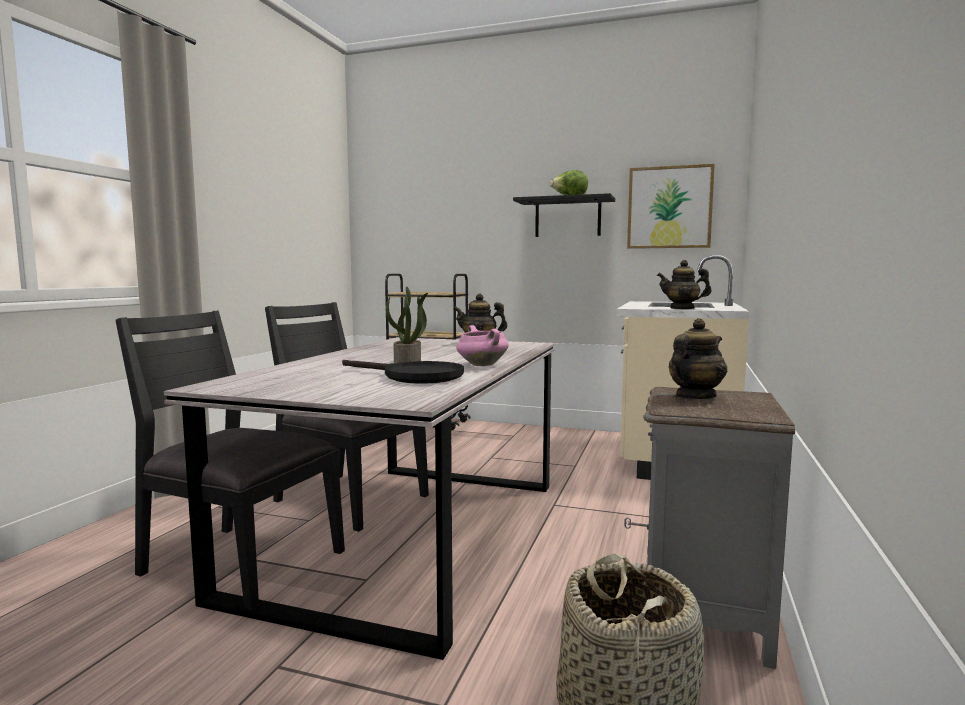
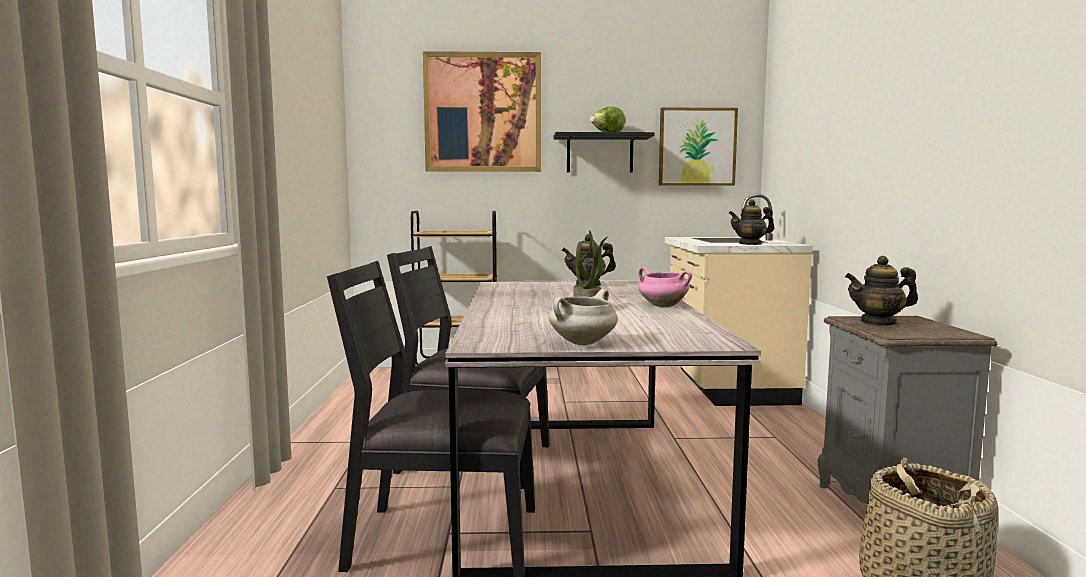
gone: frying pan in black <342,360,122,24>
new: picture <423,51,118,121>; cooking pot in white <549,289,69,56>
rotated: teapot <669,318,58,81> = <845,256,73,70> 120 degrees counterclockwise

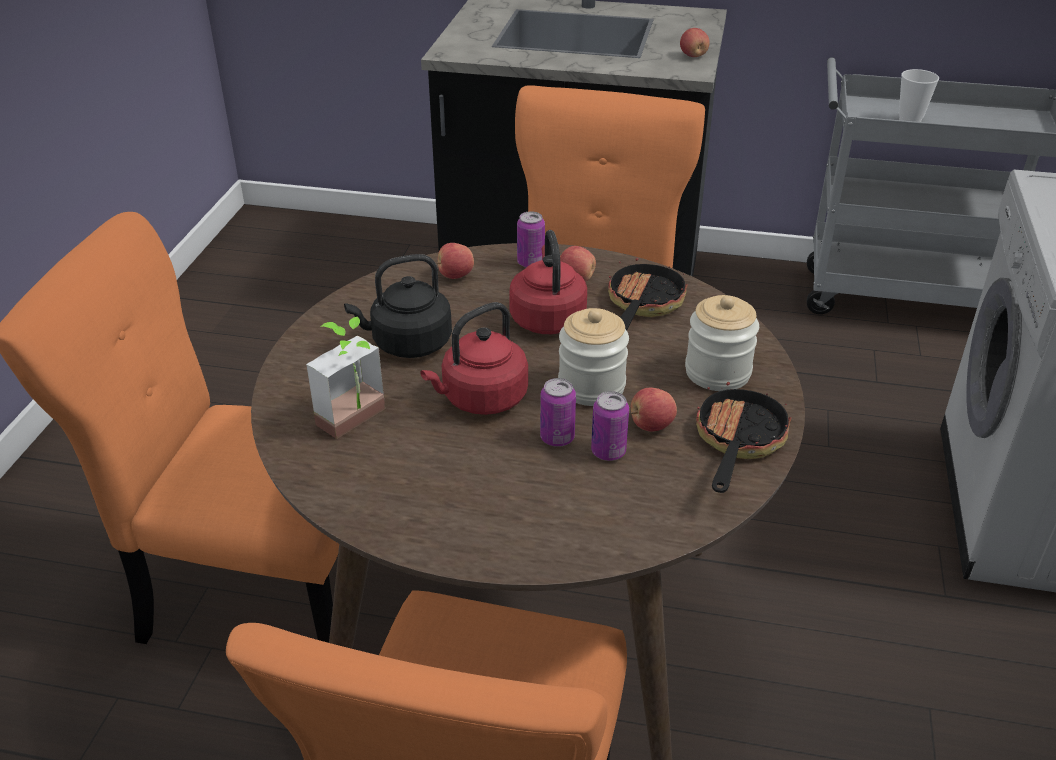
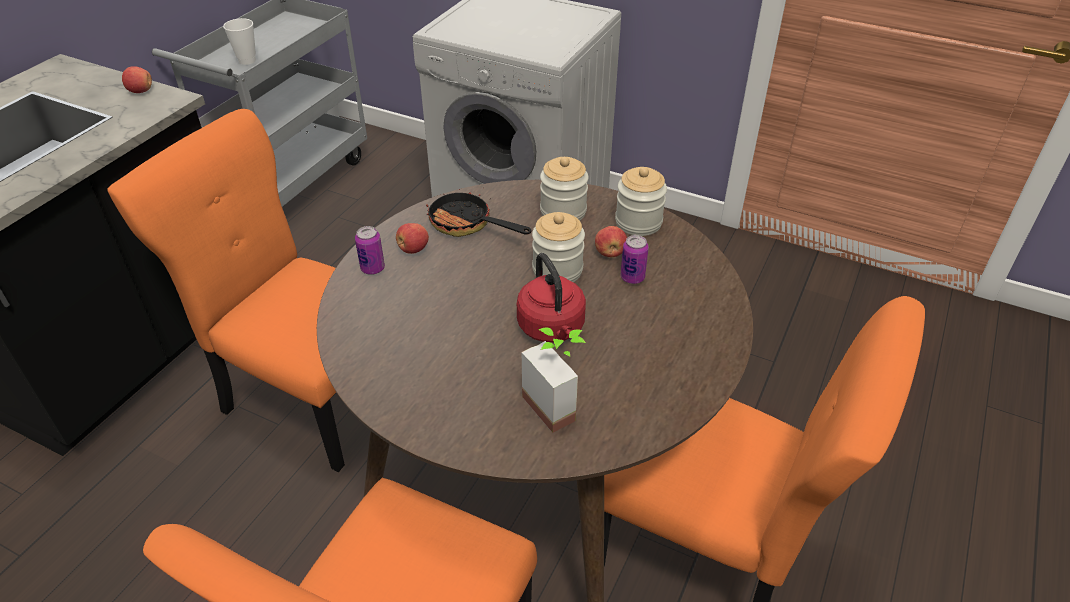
gone: kettle in black <344,254,108,104>; apple <436,243,38,36>; kettle in red <509,230,78,104>; can <540,378,36,69>
swapped: frying pan <696,382,96,111> to jar <615,167,52,69>

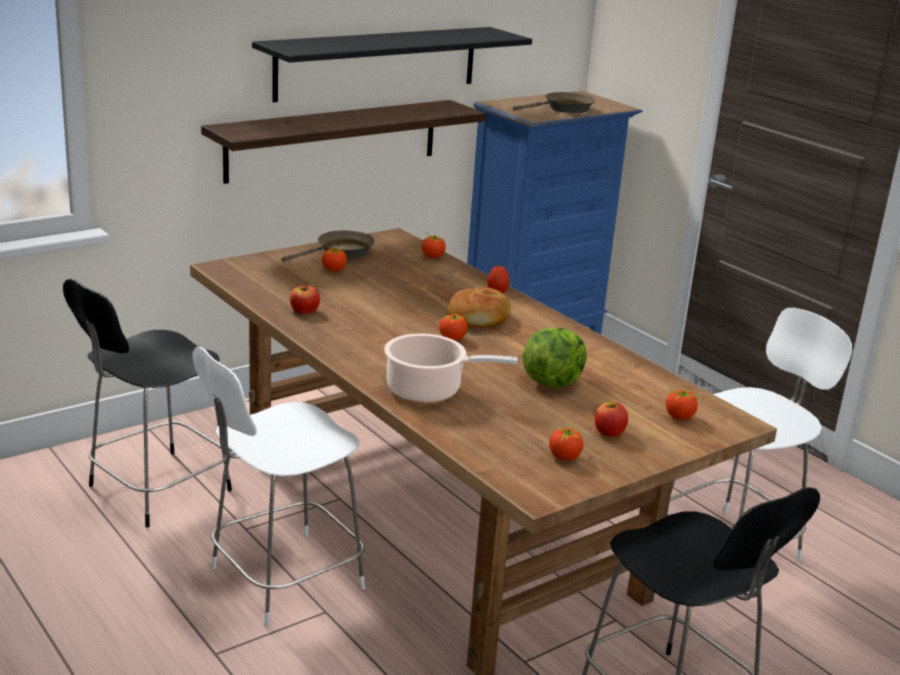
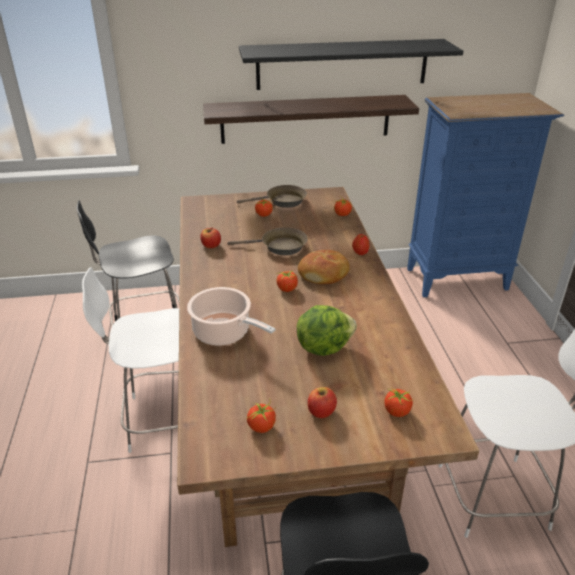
shifted: frying pan in brown <513,92,83,21> to <227,227,81,28>

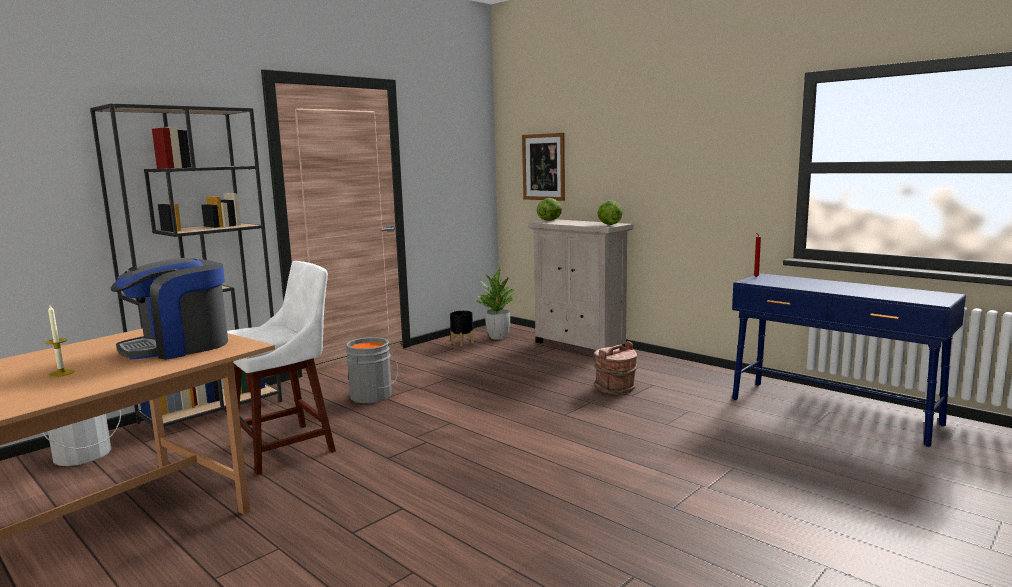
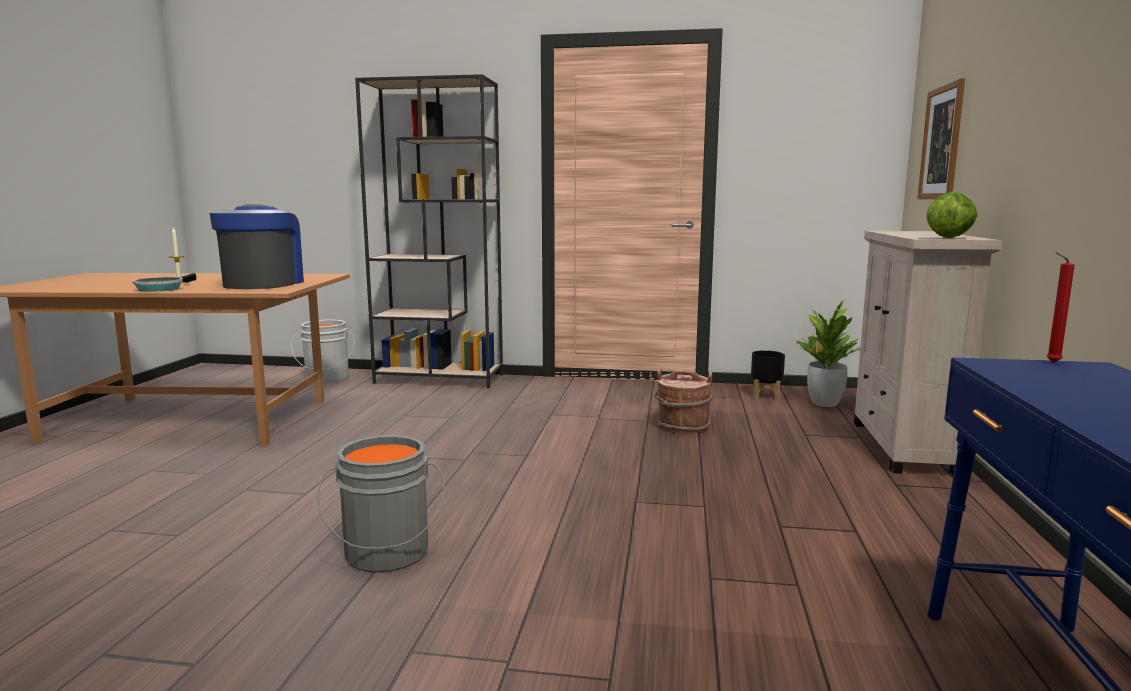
gone: chair in white <227,261,109,214>; lettuce <537,198,25,23>
new: frying pan <132,273,64,19>
shifted: bucket in grey <346,337,52,66> to <317,435,128,138>; bucket in brown <594,341,44,54> to <655,368,58,65>
rotated: coffee machine <110,258,118,102> = <209,204,95,85> 75 degrees clockwise

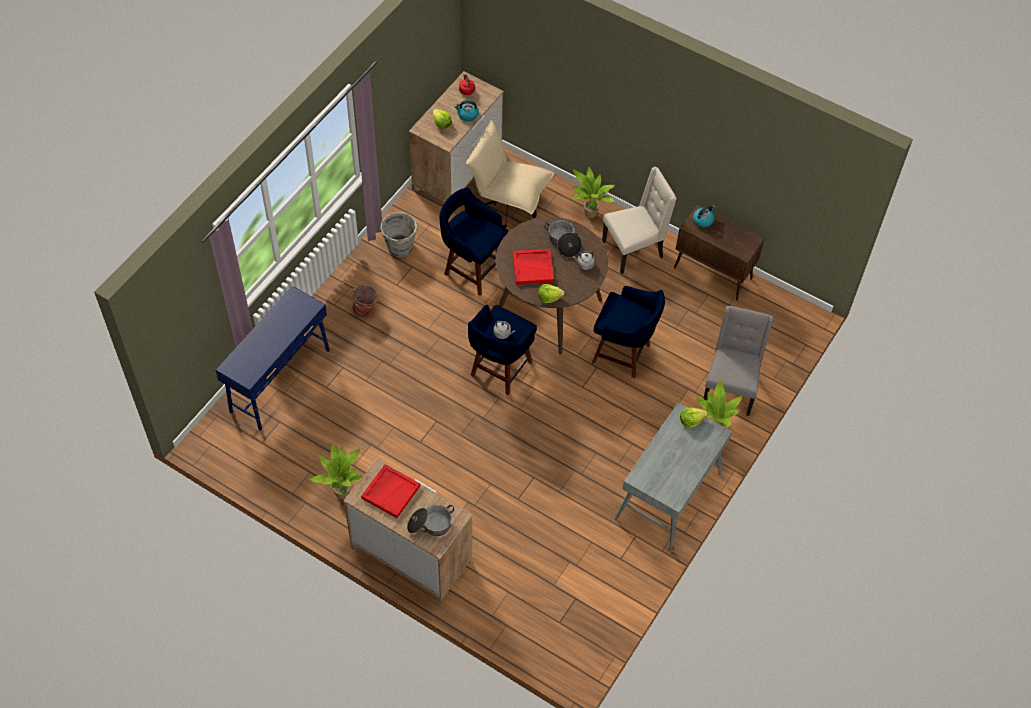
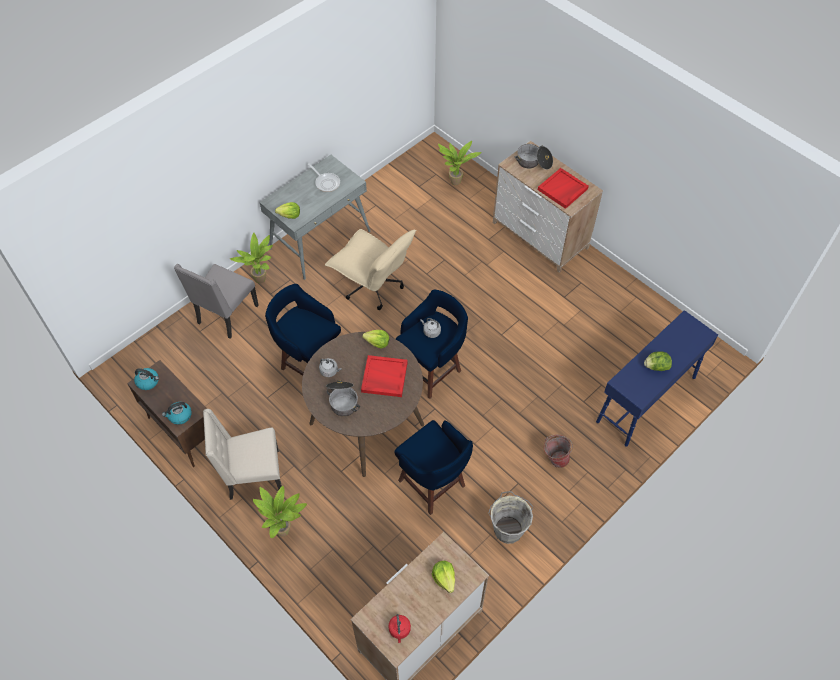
new: frying pan <308,163,32,29>; lettuce <644,351,28,20>
shifted: potted plant <309,445,53,54> to <438,141,44,44>; kettle <454,100,25,21> to <134,368,25,22>; office chair in beige <465,120,89,108> to <325,229,92,81>

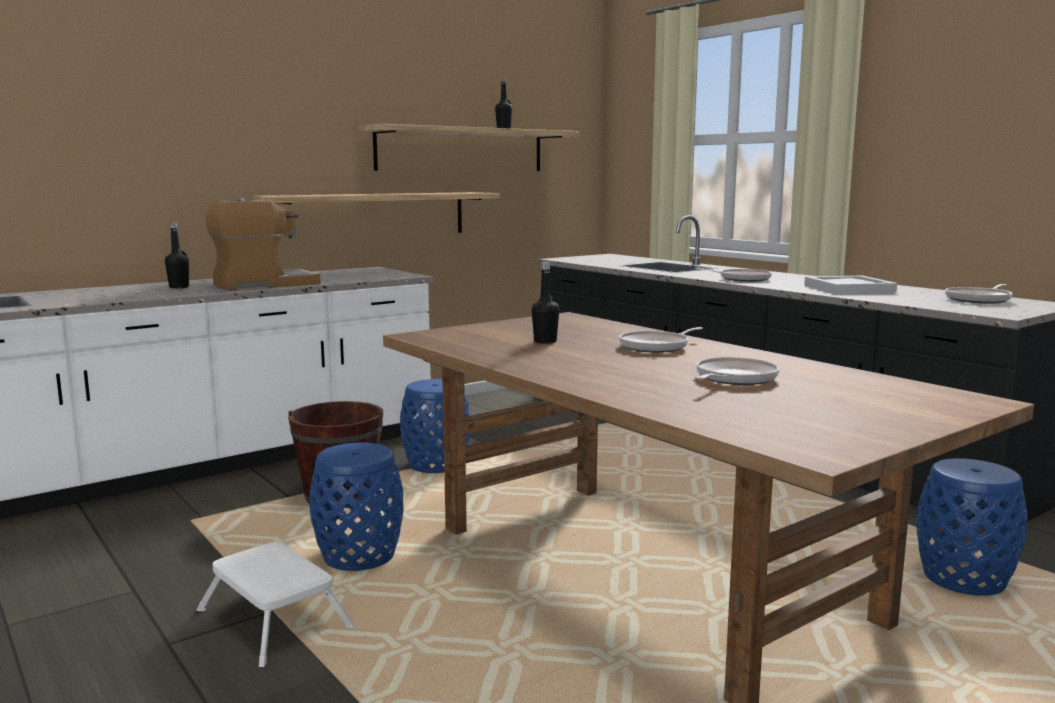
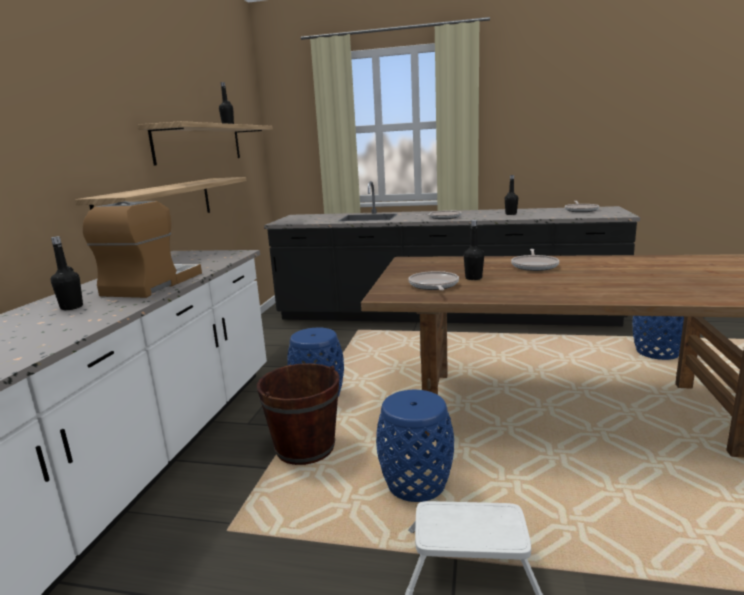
shifted: frying pan <696,357,84,28> to <409,271,50,19>
swapped: tray in white <804,276,93,18> to bottle in black <505,175,13,40>

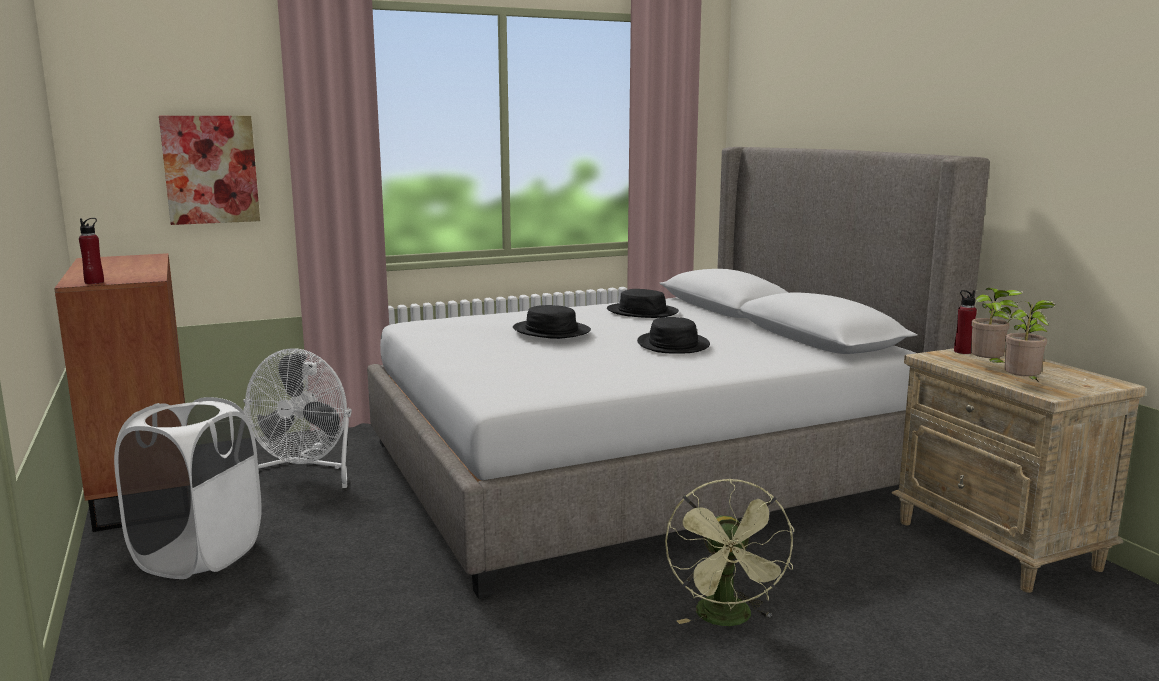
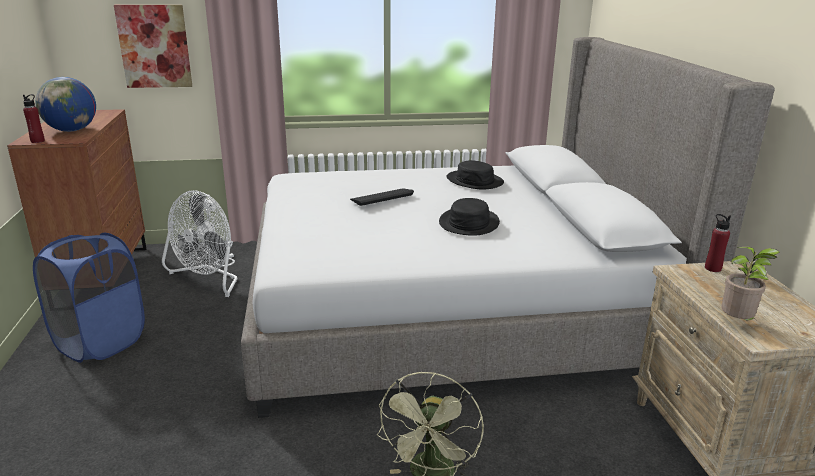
gone: potted plant <971,288,51,75>
new: globe <35,77,61,55>
swapped: hat in black <513,305,78,34> to keyboard <350,188,64,18>
repainted: laundry basket in white <114,397,148,182> to laundry basket in blue <33,233,112,130>

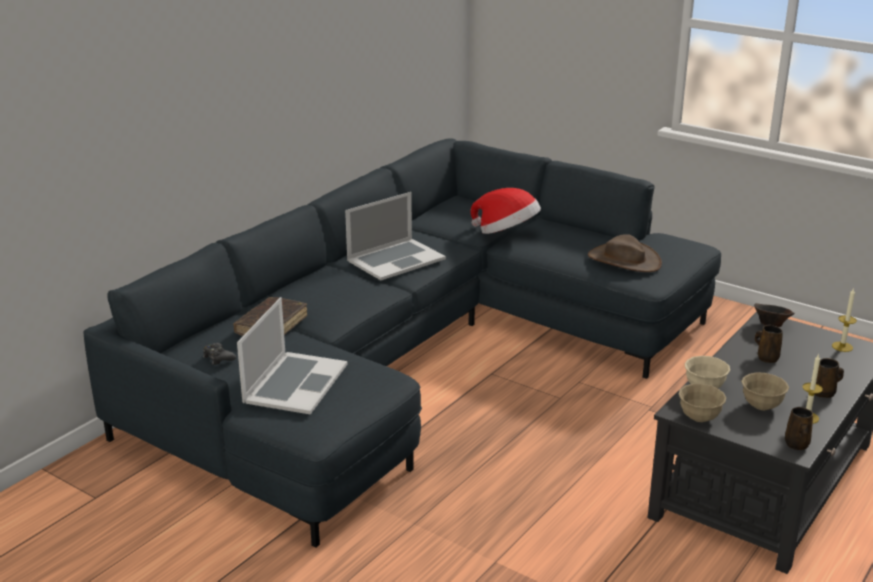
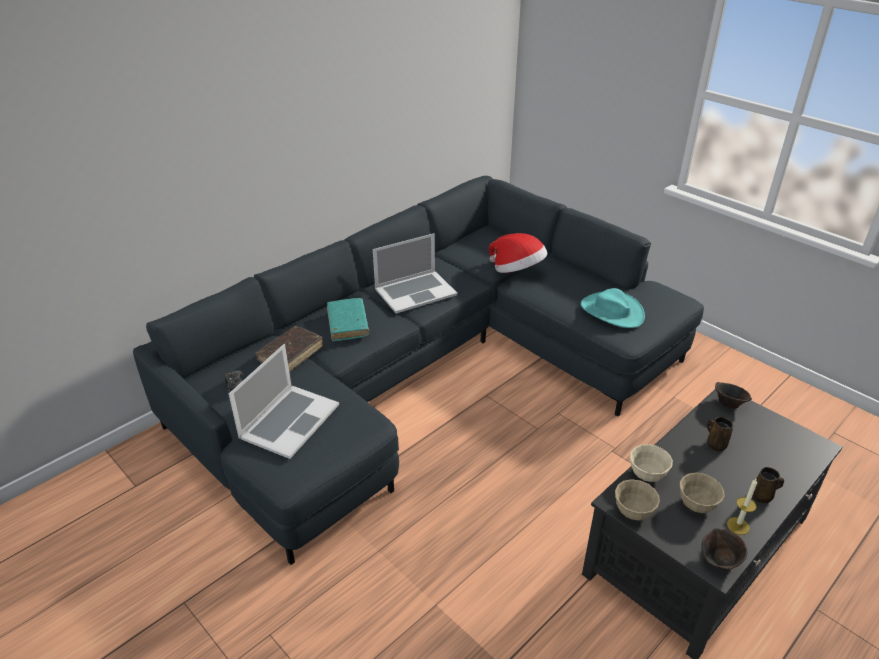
gone: candle <832,288,25,64>
new: book in turquoise <327,298,42,44>
swapped: mug in brown <785,407,28,43> to bowl in brown <701,528,46,42>
repainted: hat in brown <588,234,74,38> to hat in turquoise <581,288,64,40>

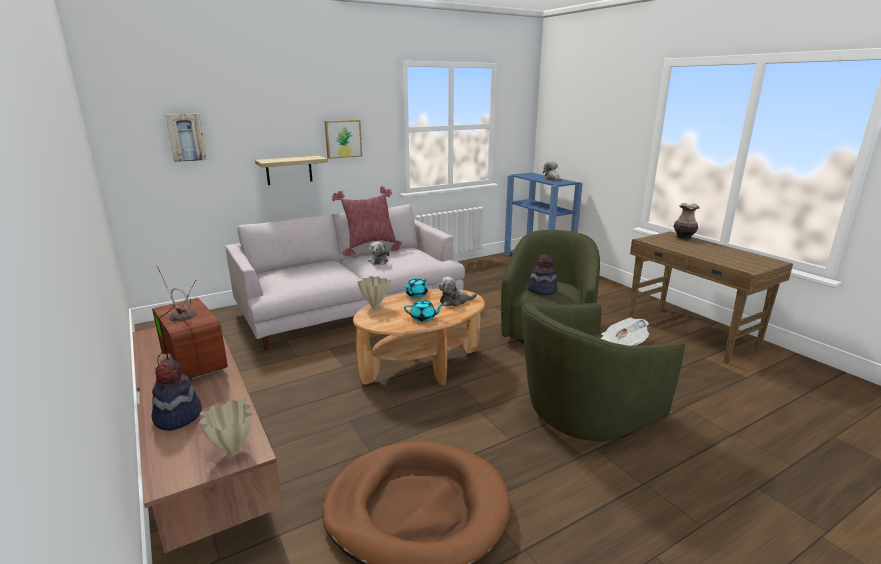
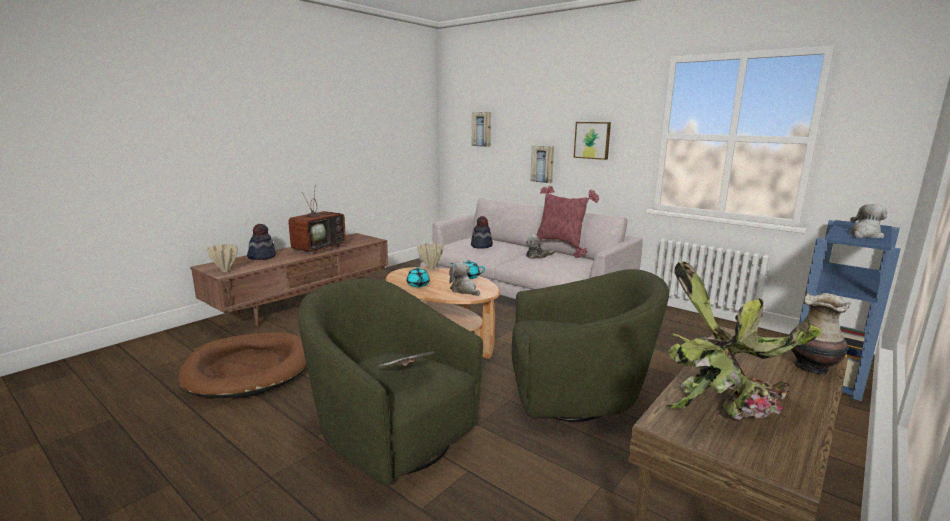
new: potted plant <665,262,156,158>
shifted: hat <527,255,31,40> to <471,216,22,33>
swapped: shelf <255,156,73,29> to picture <530,145,24,38>

